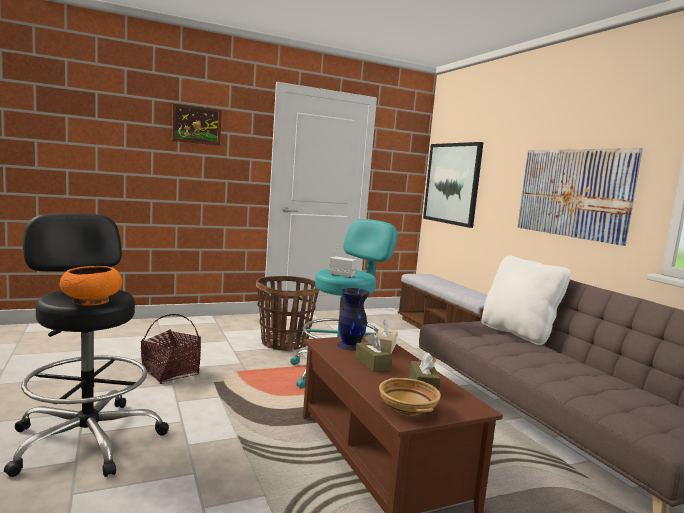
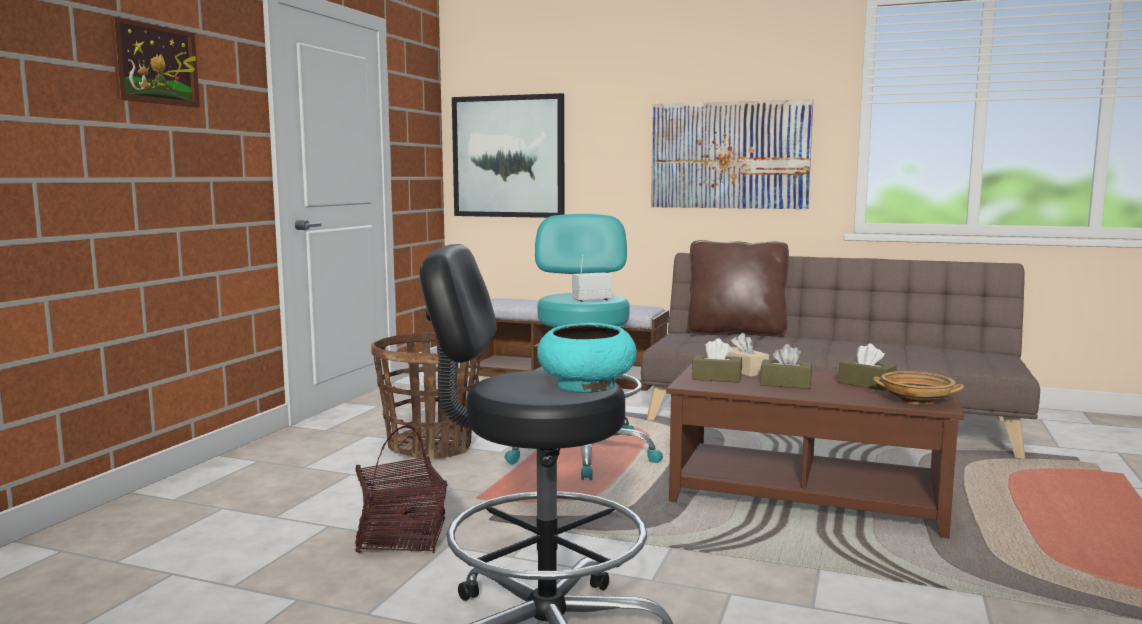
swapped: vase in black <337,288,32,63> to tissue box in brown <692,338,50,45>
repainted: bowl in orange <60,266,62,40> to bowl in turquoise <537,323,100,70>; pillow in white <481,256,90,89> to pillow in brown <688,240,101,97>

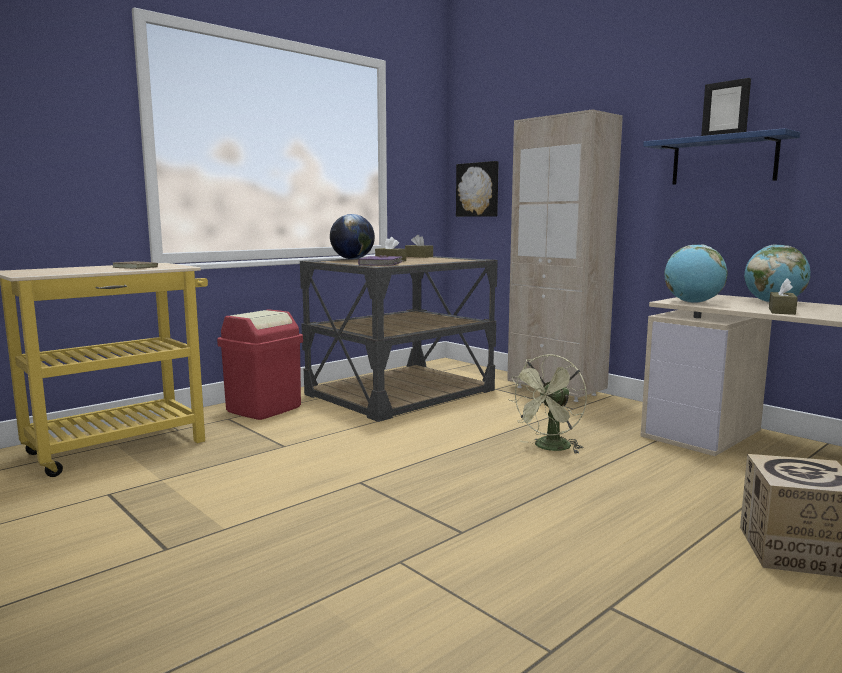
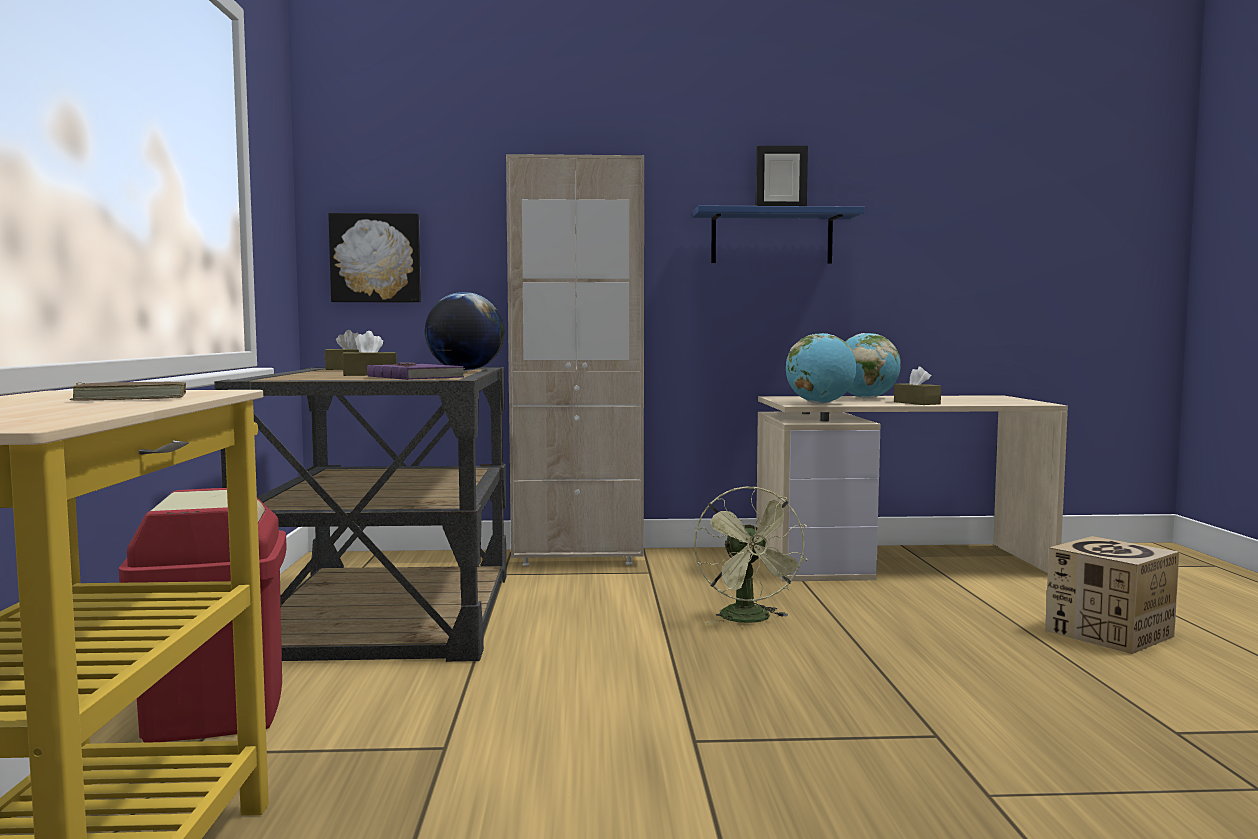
shifted: globe <330,214,45,45> to <425,292,79,79>

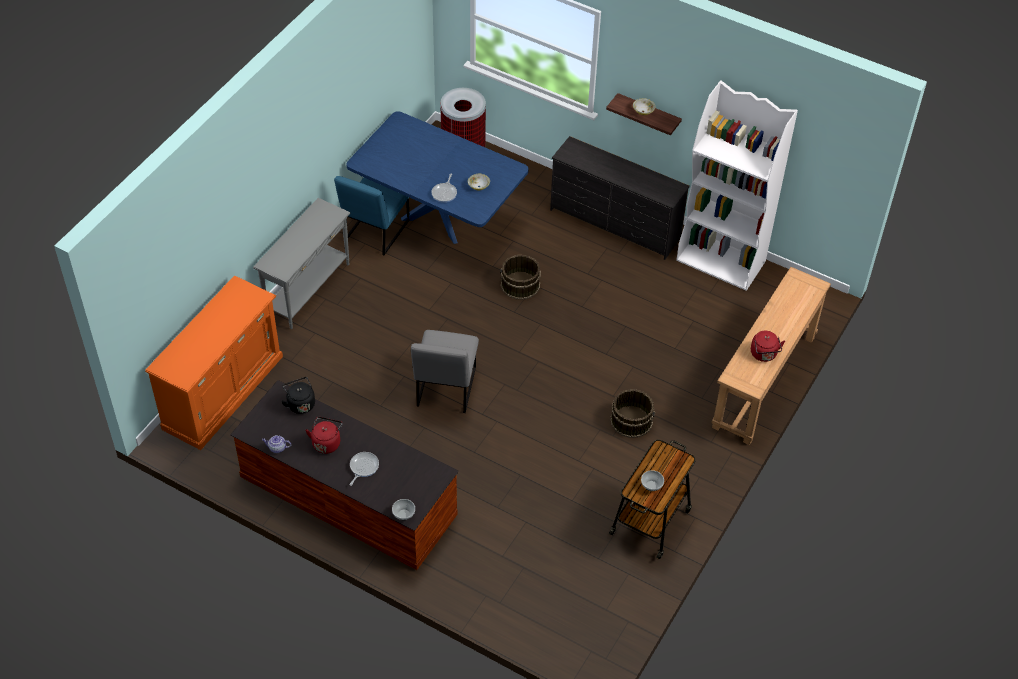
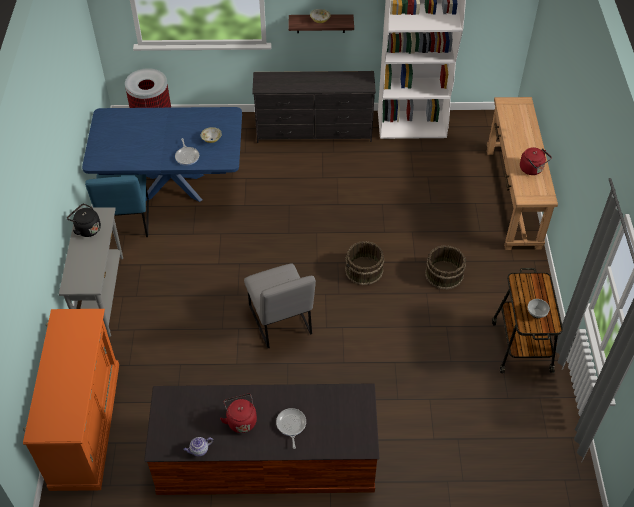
gone: bowl <392,499,23,21>
shifted: kettle in black <281,377,34,37> to <67,203,34,34>; bucket in brown <500,255,41,45> to <345,241,39,44>

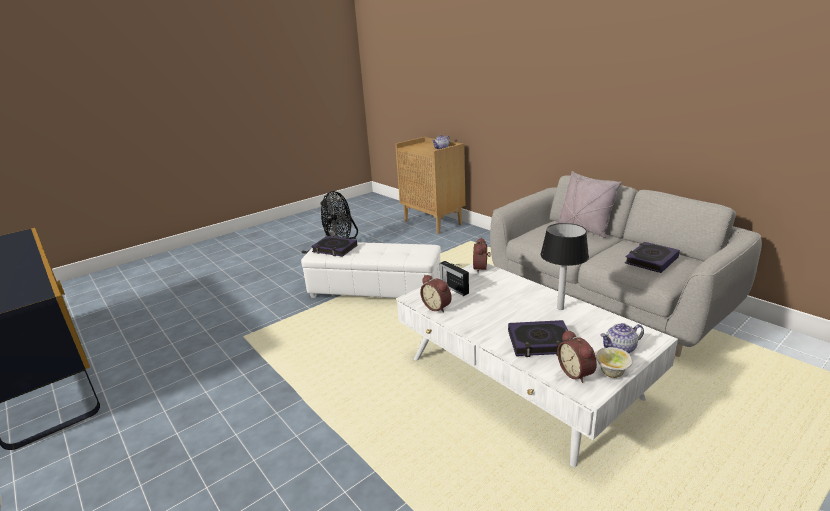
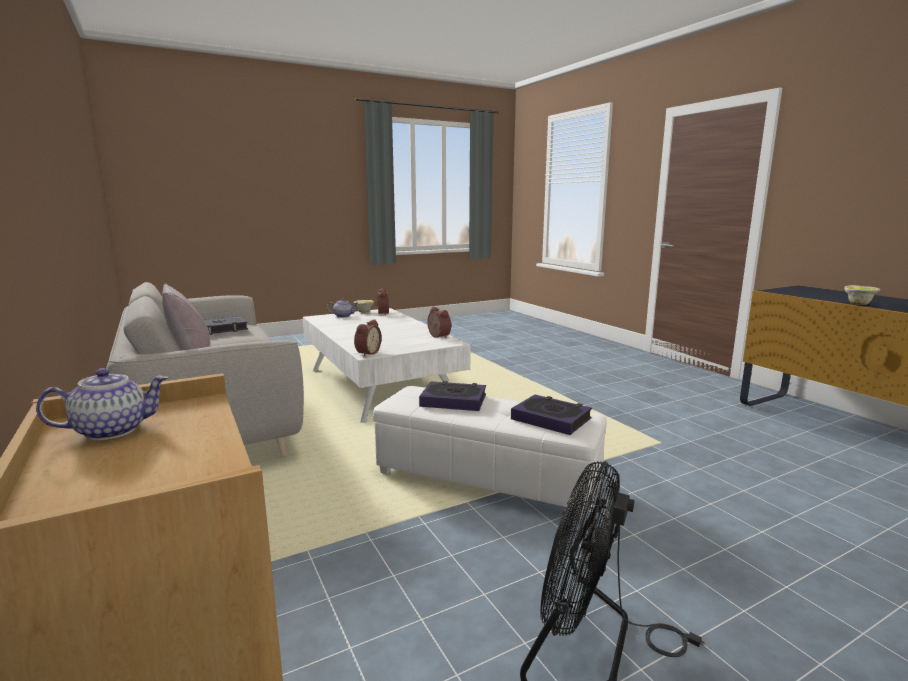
gone: radio <440,261,29,35>; table lamp <540,223,49,87>
new: bowl <844,285,36,20>
shifted: book <508,320,64,37> to <419,381,67,30>

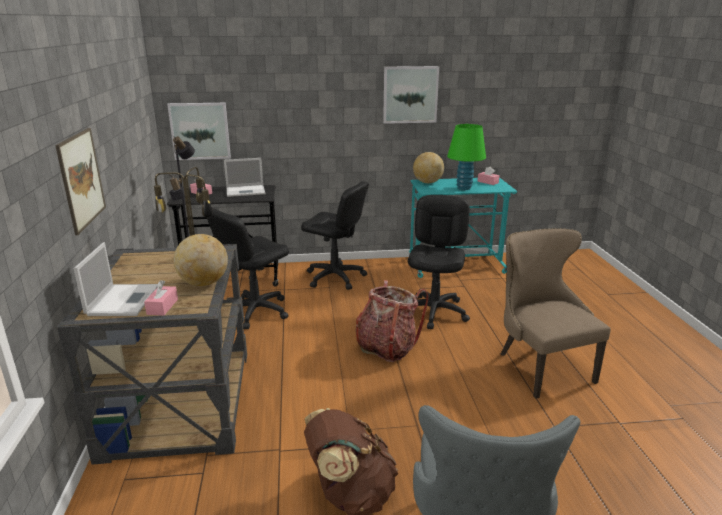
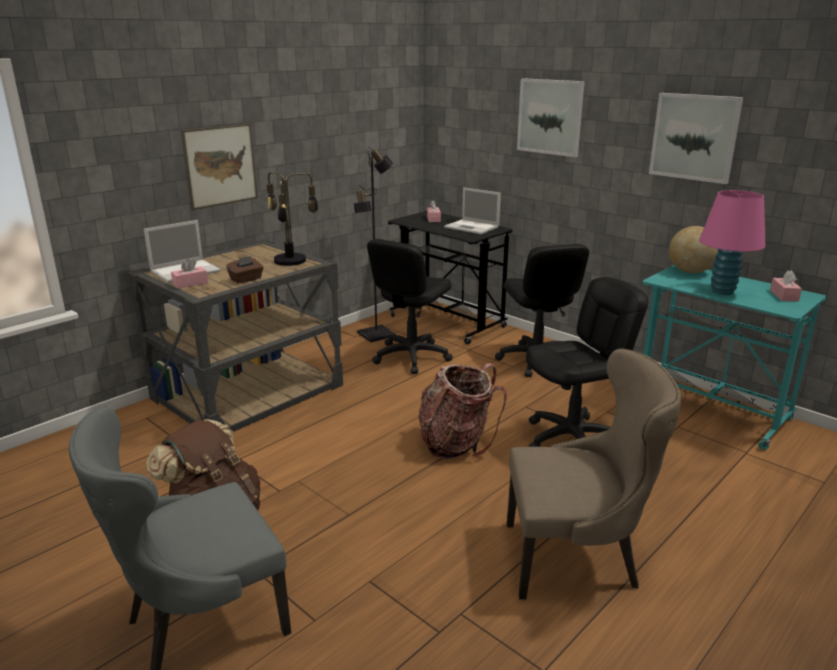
shifted: picture <167,103,64,57> to <517,78,68,79>
swapped: globe <174,234,54,52> to tissue box in brown <226,256,38,28>
repainted: table lamp in green <447,124,39,66> to table lamp in pink <699,190,66,105>
rotated: office chair in black <207,208,82,121> = <367,239,86,135> 60 degrees counterclockwise; chair in beige <500,228,111,171> = <507,349,174,251> 60 degrees clockwise

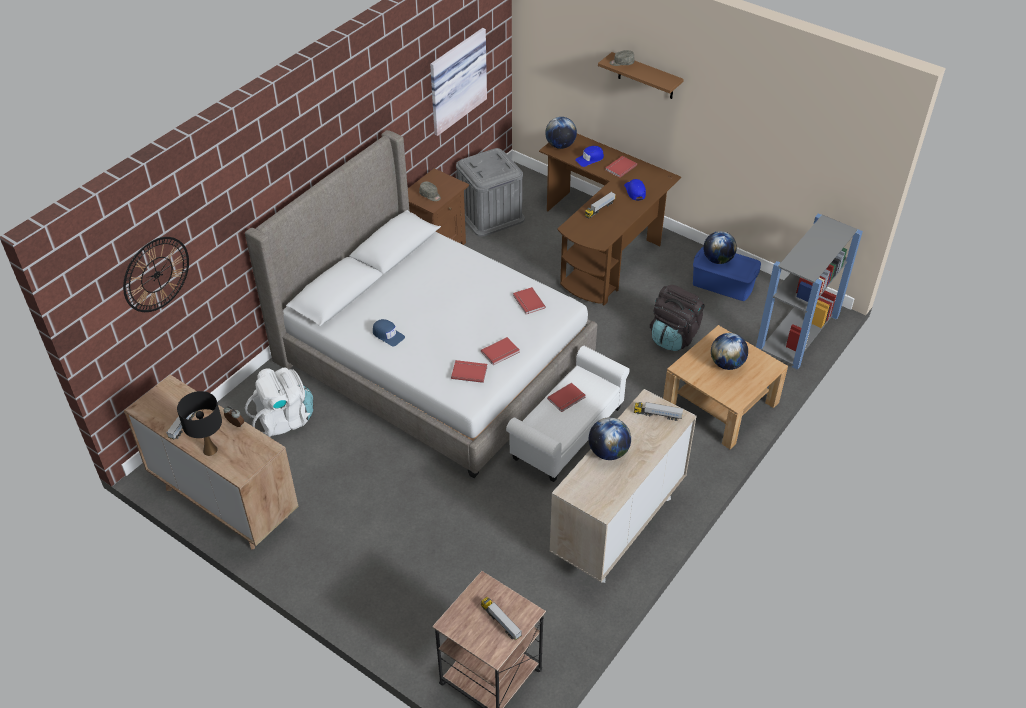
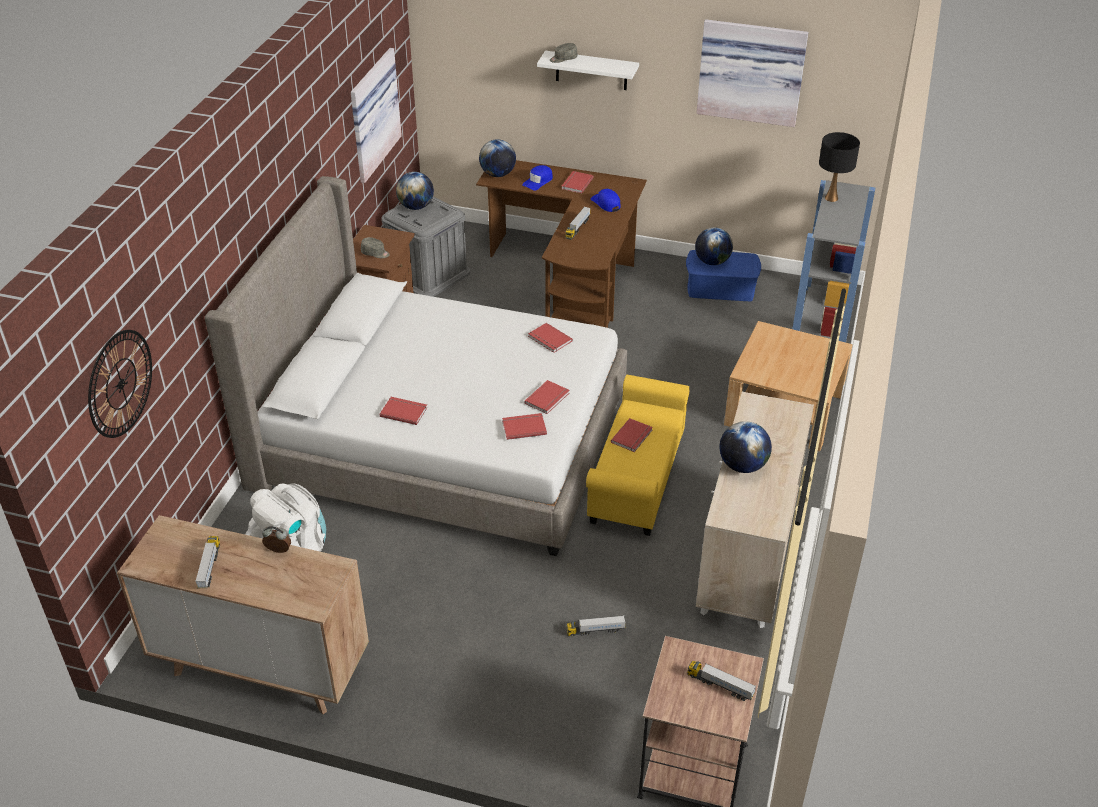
gone: backpack in black <650,285,55,66>
new: picture <696,19,113,108>
shifted: table lamp in black <177,391,45,65> to <819,132,41,70>; toy truck <634,402,49,19> to <566,615,60,22>; globe <711,333,37,37> to <396,172,38,38>
swapped: cap in blue <373,319,32,27> to book in red <380,397,47,28>
repainted: ottoman in white <506,346,124,136> to ottoman in yellow <586,375,103,161>; shelf in brown <598,52,86,47> to shelf in white <537,51,102,39>

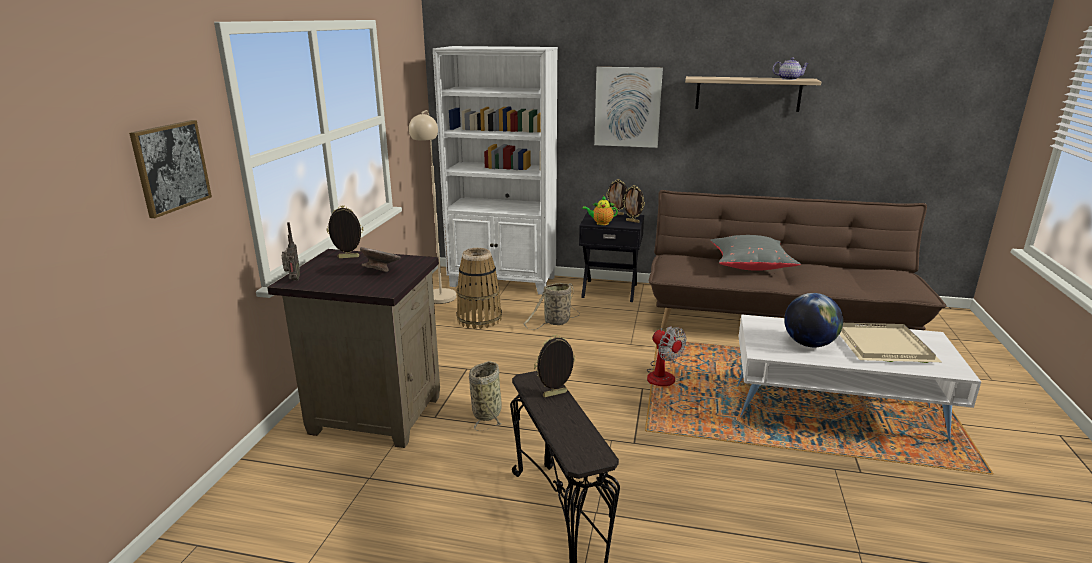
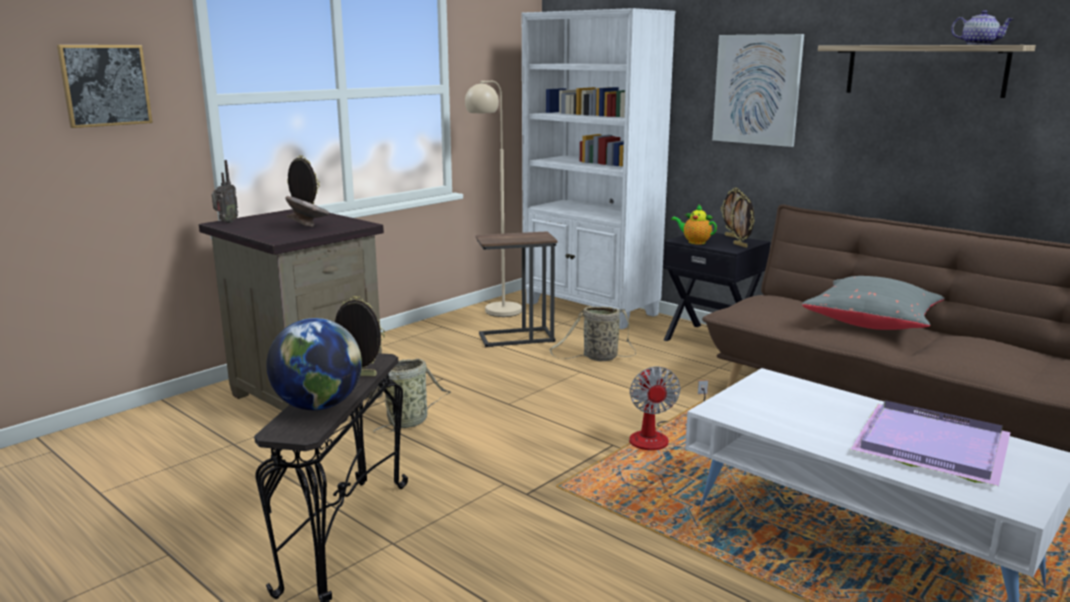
shifted: globe <784,293,59,54> to <266,318,96,92>
swapped: basket <456,248,46,81> to side table in brown <476,231,81,116>
repainted: tray in beige <839,323,102,40> to tray in purple <851,401,160,85>

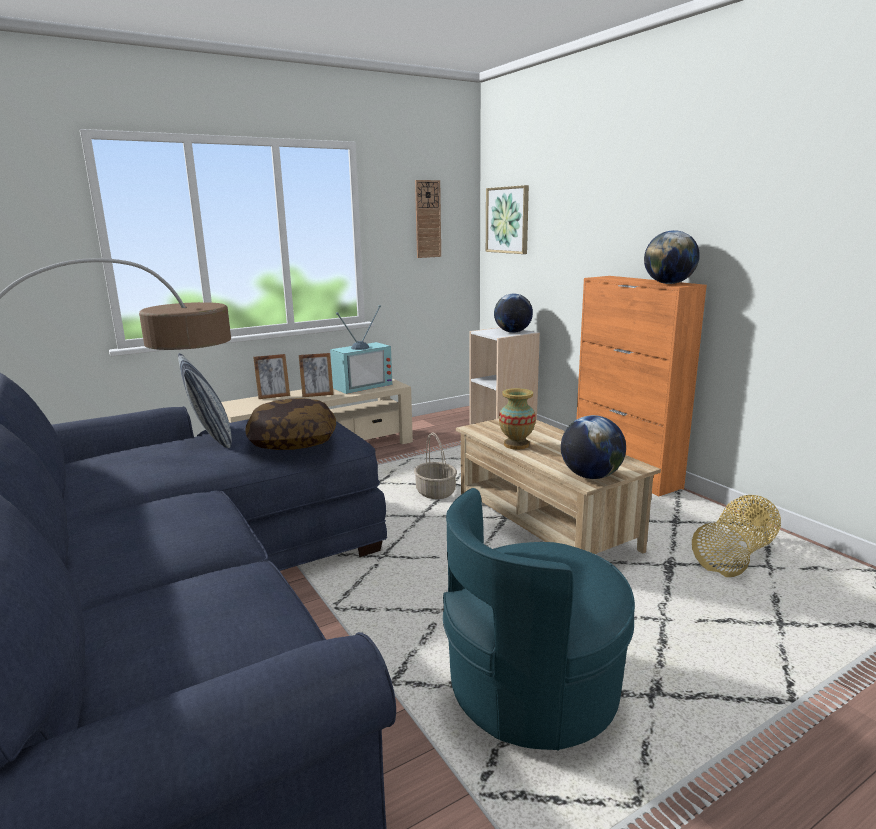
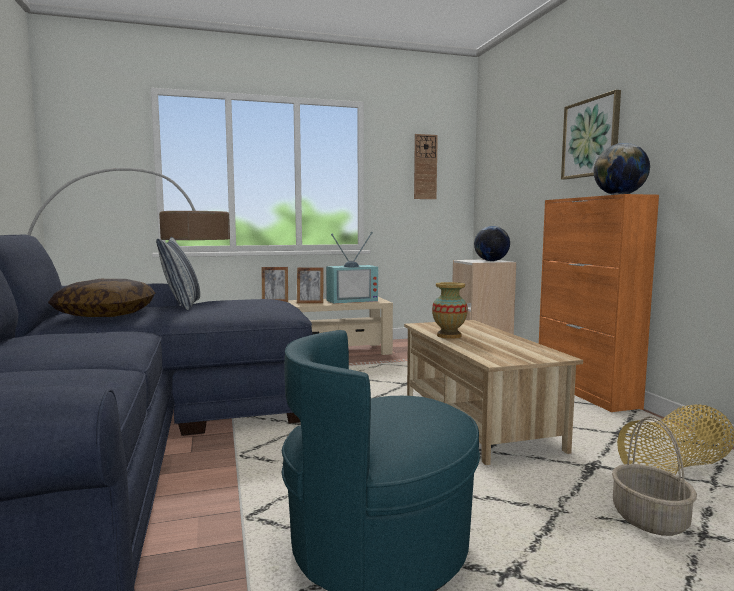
gone: globe <561,415,65,64>
shifted: pillow <245,398,91,52> to <48,279,107,38>; basket <414,432,43,67> to <612,416,85,120>; picture <486,185,43,69> to <561,90,60,90>

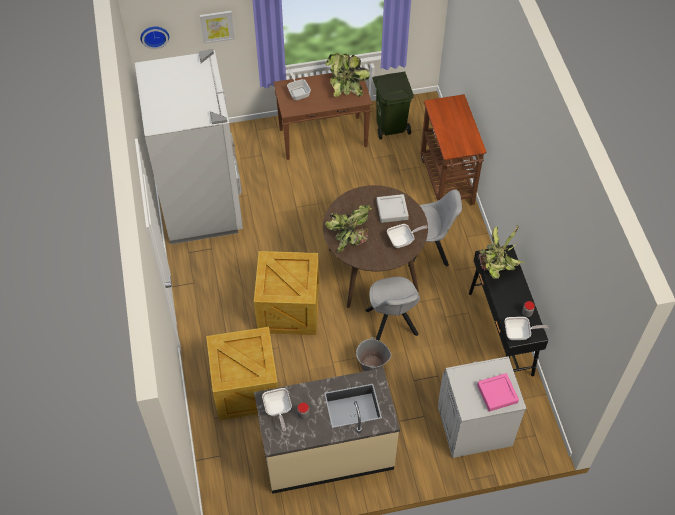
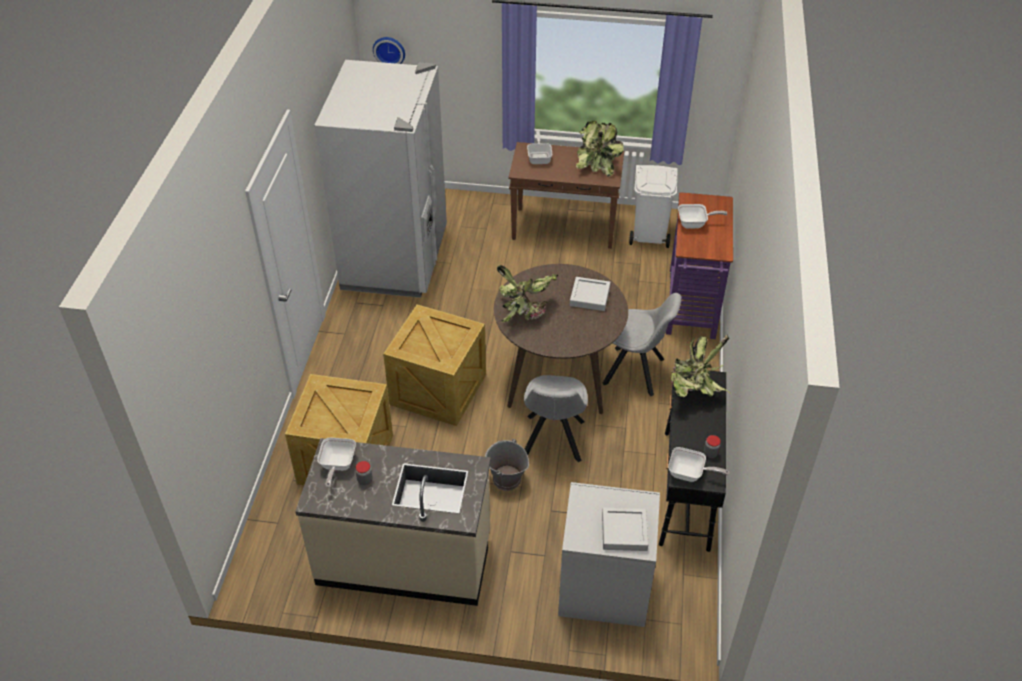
gone: picture <200,11,35,33>
shifted: frying pan <387,224,41,24> to <678,204,49,24>
repainted: trash can in green <373,71,41,68> to trash can in white <629,165,49,83>; cart in brown <420,94,66,111> to cart in purple <666,192,67,147>; tray in pink <477,373,42,39> to tray in grey <602,507,46,44>

